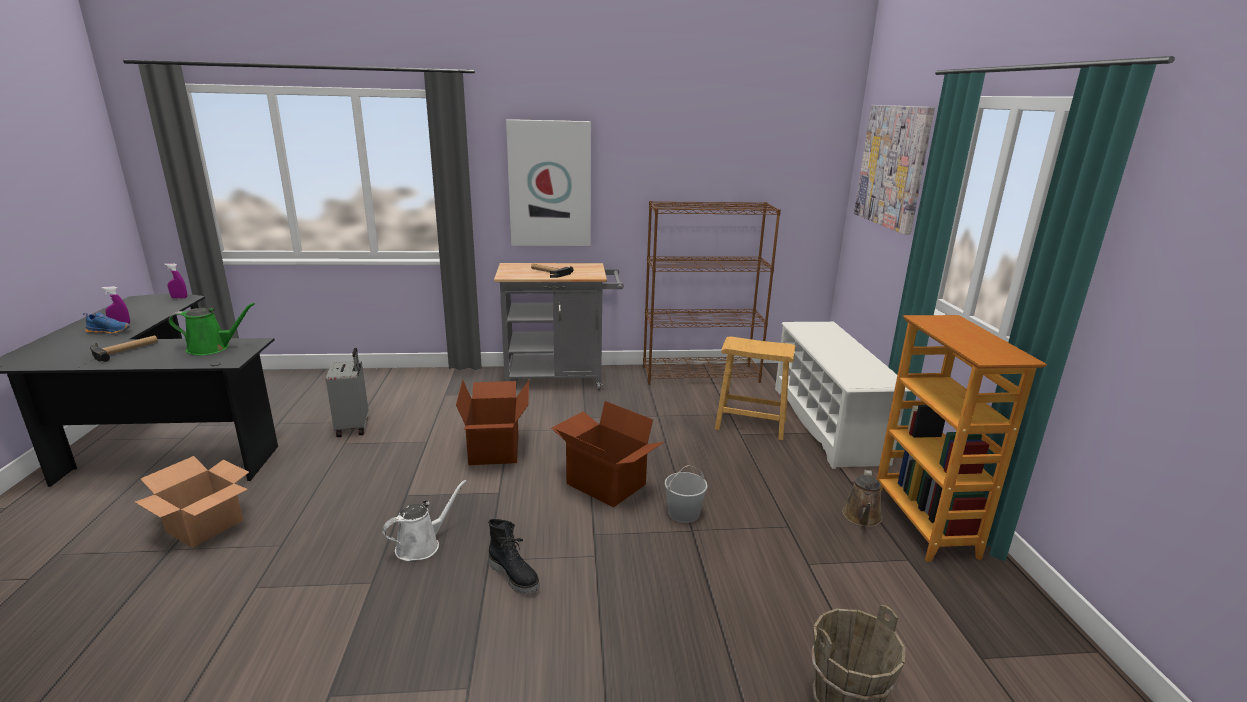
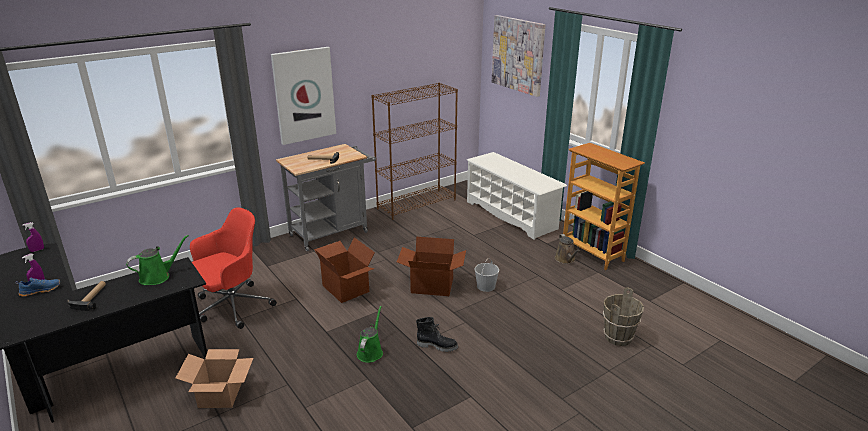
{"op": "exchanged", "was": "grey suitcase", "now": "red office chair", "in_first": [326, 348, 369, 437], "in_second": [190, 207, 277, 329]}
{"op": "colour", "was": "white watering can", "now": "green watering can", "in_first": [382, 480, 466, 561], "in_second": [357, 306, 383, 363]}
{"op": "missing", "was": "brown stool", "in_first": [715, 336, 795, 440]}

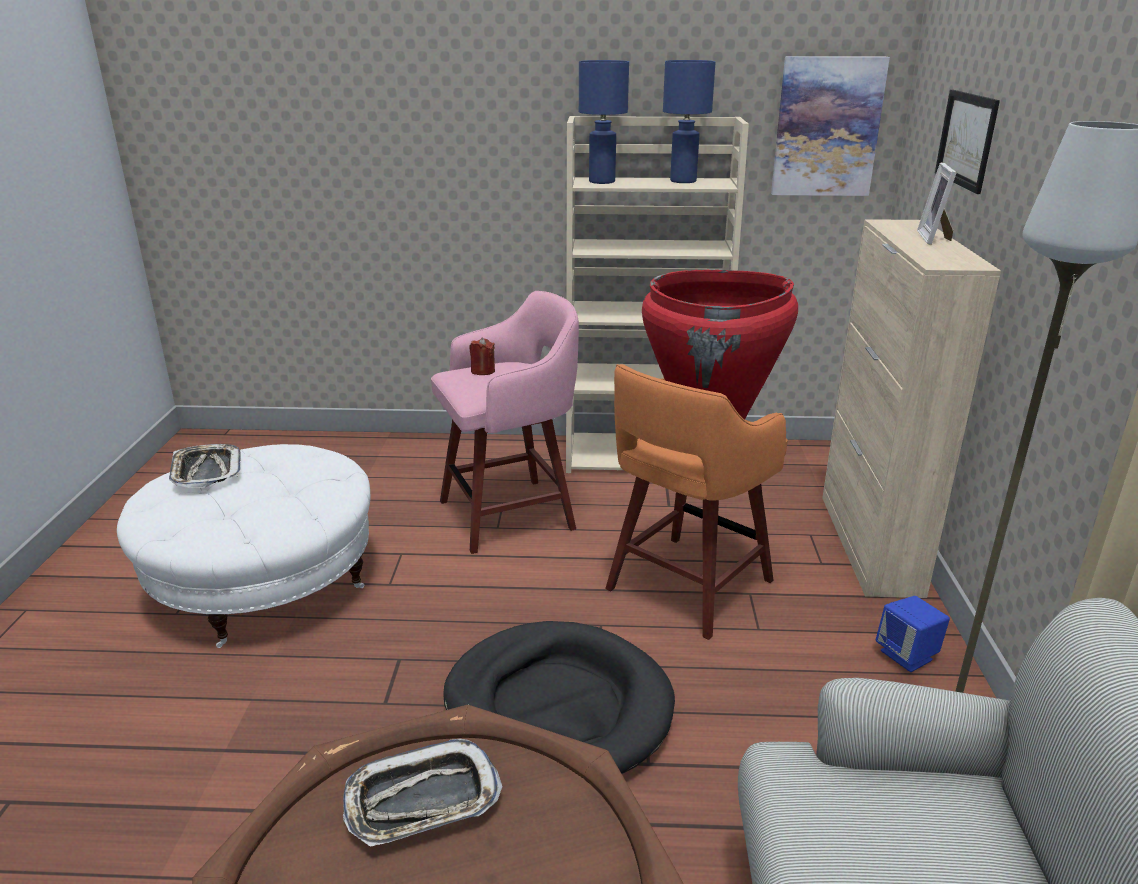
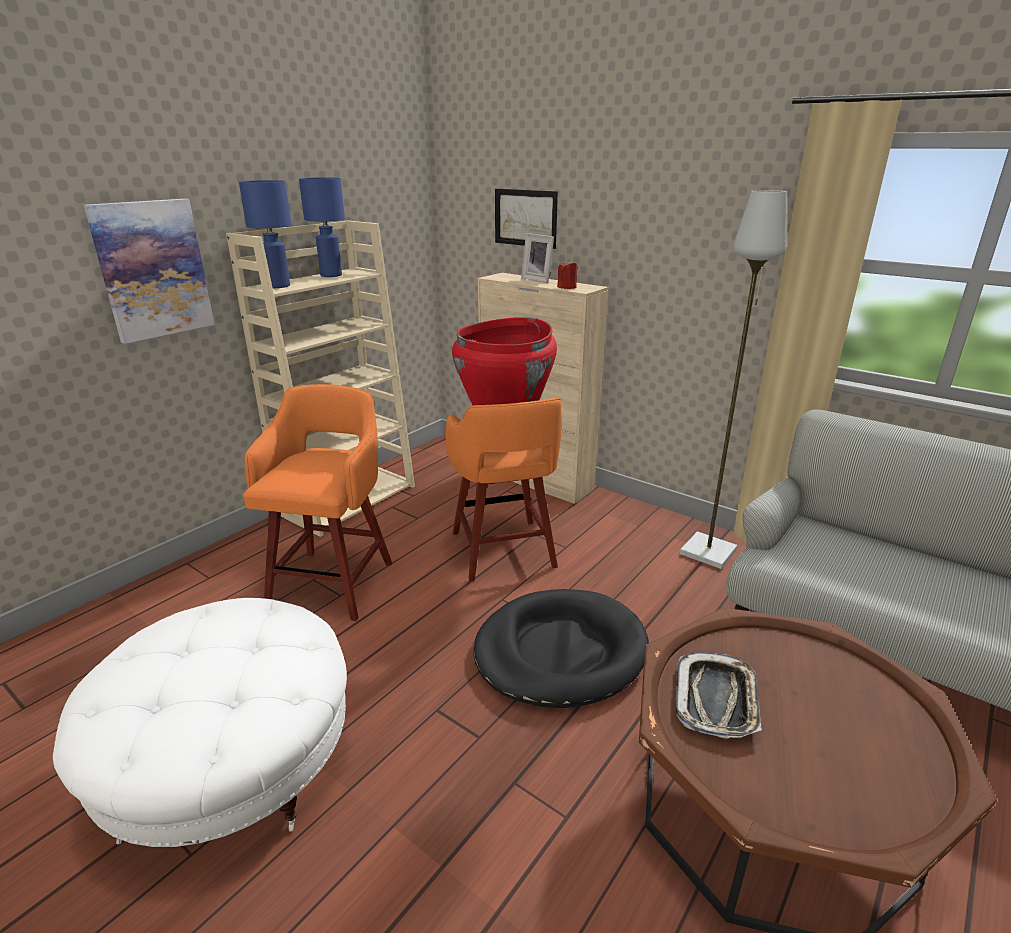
{"op": "relocated", "was": "picture", "in_first": [771, 56, 890, 196], "in_second": [84, 199, 215, 344]}
{"op": "colour", "was": "pink stool", "now": "orange stool", "in_first": [431, 291, 579, 554], "in_second": [243, 384, 392, 621]}
{"op": "relocated", "was": "red candle", "in_first": [469, 338, 495, 375], "in_second": [557, 259, 578, 289]}
{"op": "missing", "was": "tray", "in_first": [169, 444, 241, 488]}
{"op": "missing", "was": "blue speaker", "in_first": [876, 596, 950, 672]}

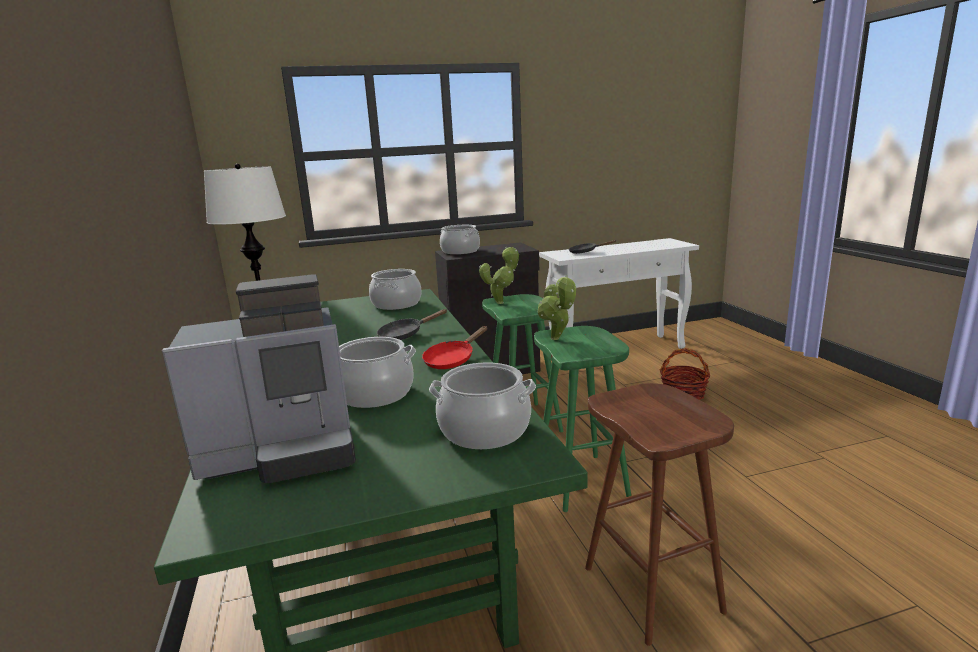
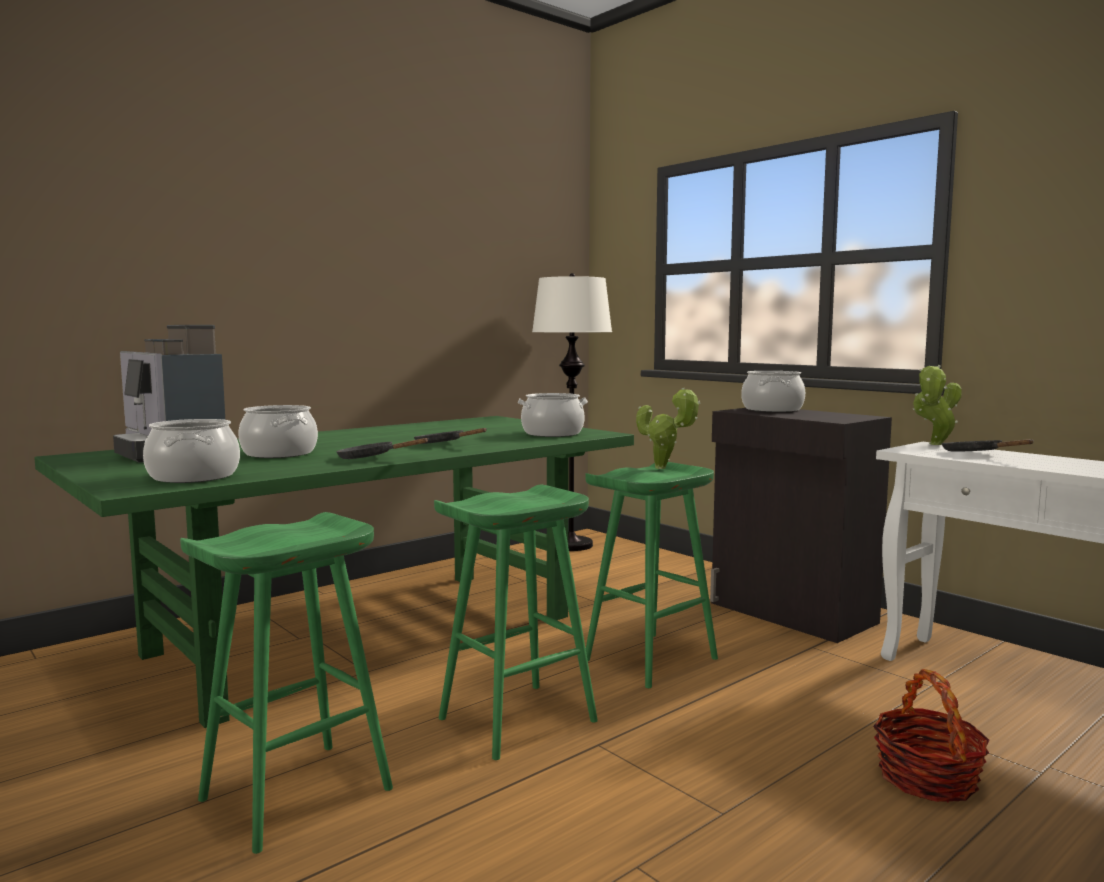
{"op": "colour", "was": "brown stool", "now": "green stool", "in_first": [585, 383, 734, 646], "in_second": [180, 512, 393, 854]}
{"op": "colour", "was": "red frying pan", "now": "black frying pan", "in_first": [422, 326, 487, 369], "in_second": [336, 438, 428, 459]}
{"op": "relocated", "was": "potted plant", "in_first": [537, 275, 576, 340], "in_second": [913, 365, 962, 445]}

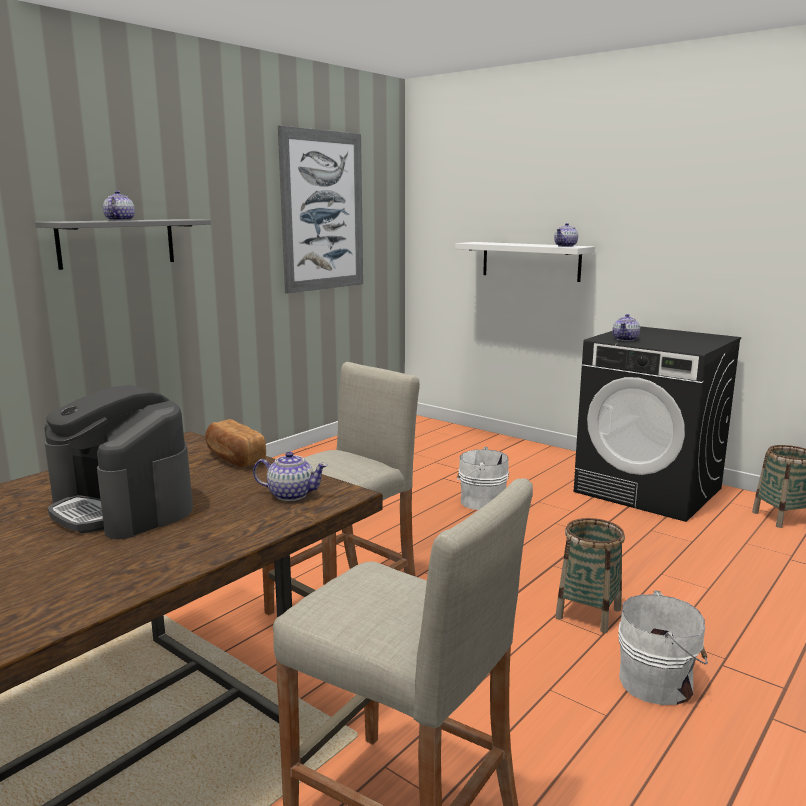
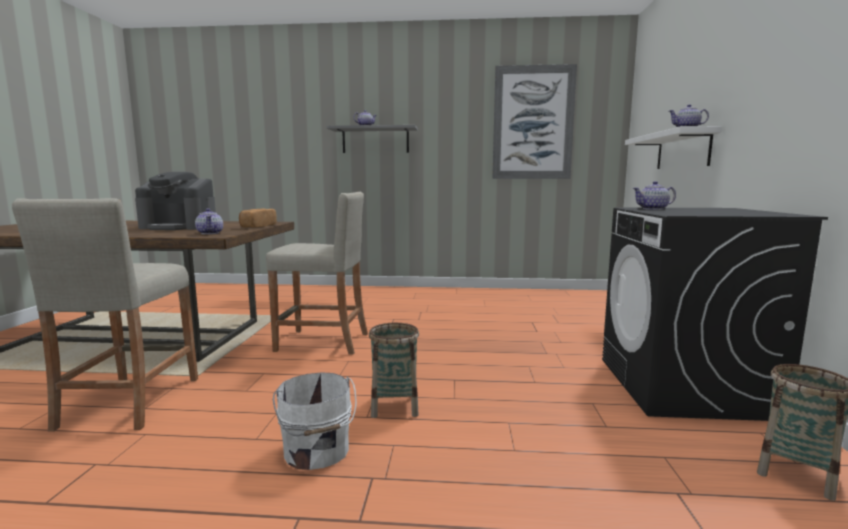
{"op": "spun", "was": "coffee machine", "in_first": [44, 385, 193, 539], "in_second": [135, 172, 216, 230], "clockwise": -90}
{"op": "missing", "was": "white bucket", "in_first": [457, 447, 509, 510]}

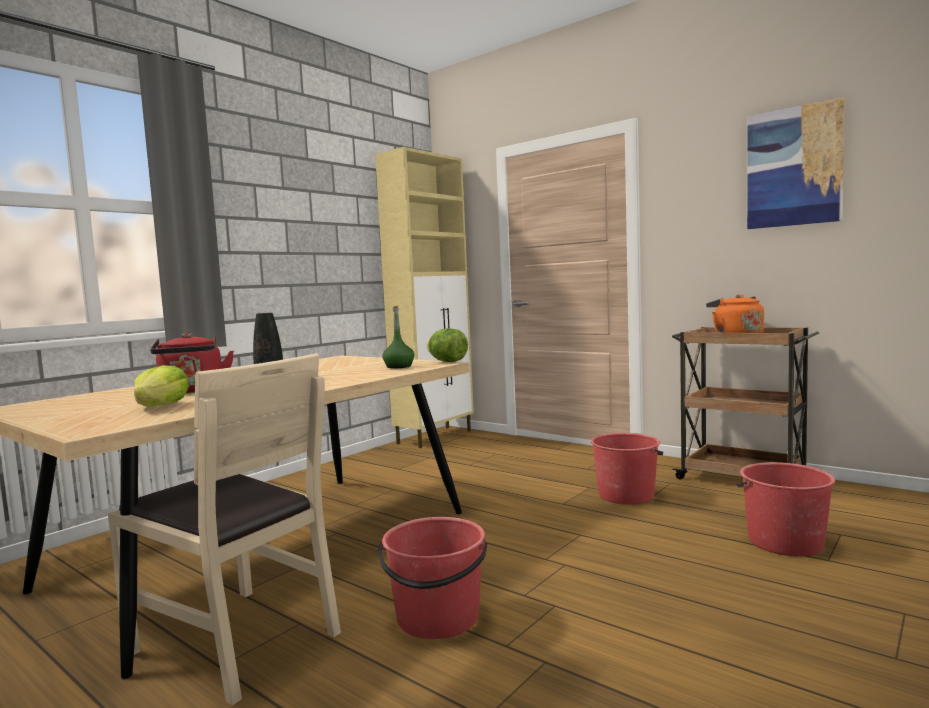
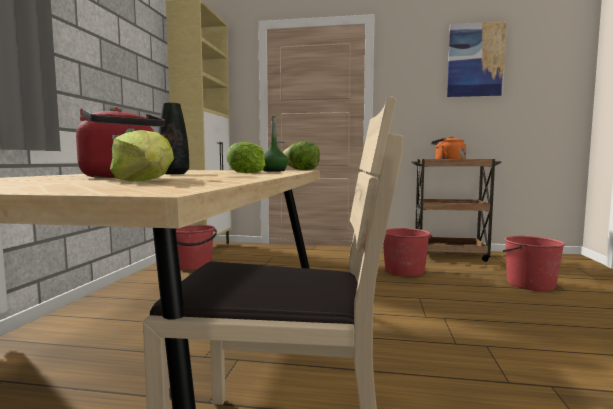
{"op": "relocated", "was": "red bucket", "in_first": [378, 517, 487, 639], "in_second": [176, 225, 217, 270]}
{"op": "appeared", "now": "lettuce", "in_second": [226, 142, 265, 173]}

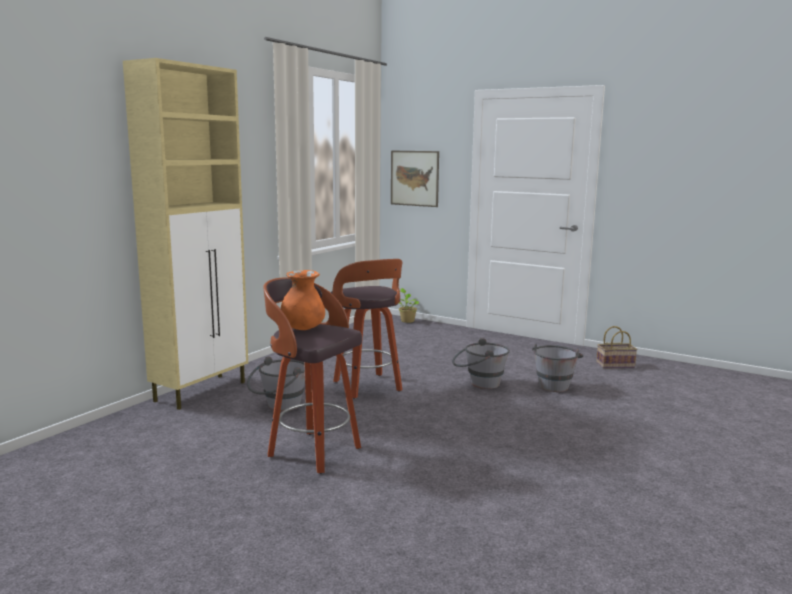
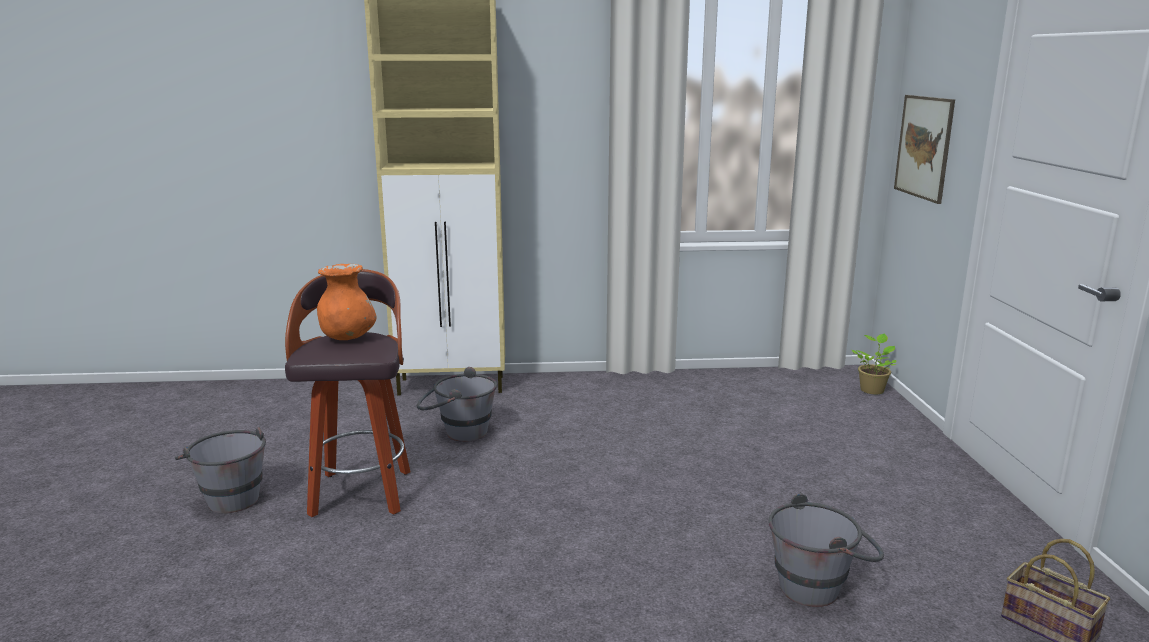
{"op": "relocated", "was": "grey bucket", "in_first": [452, 338, 510, 389], "in_second": [175, 427, 266, 513]}
{"op": "missing", "was": "stool", "in_first": [331, 259, 402, 399]}

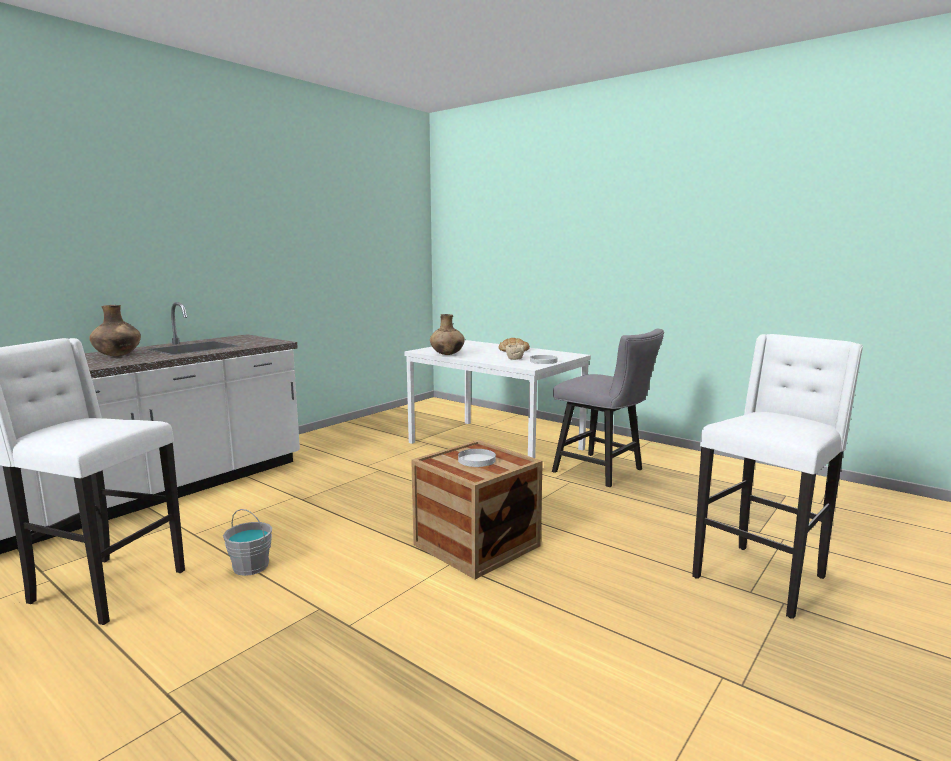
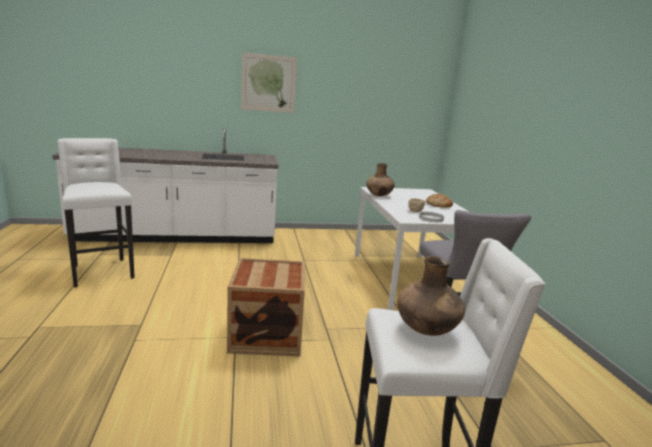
{"op": "appeared", "now": "picture", "in_second": [241, 53, 297, 113]}
{"op": "relocated", "was": "brown vase", "in_first": [89, 305, 141, 356], "in_second": [397, 256, 465, 336]}
{"op": "missing", "was": "grey bucket", "in_first": [223, 509, 272, 576]}
{"op": "missing", "was": "white plate", "in_first": [458, 449, 496, 467]}

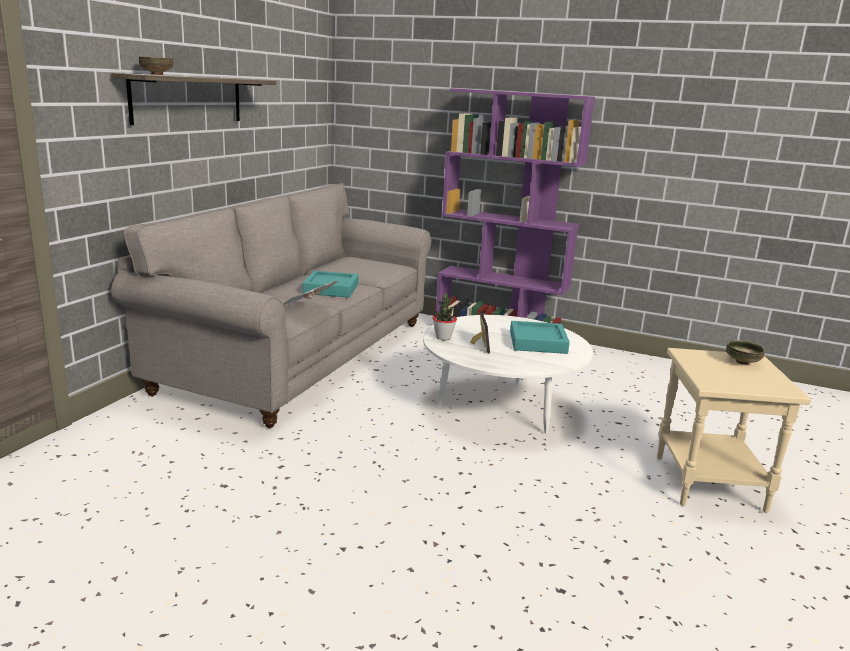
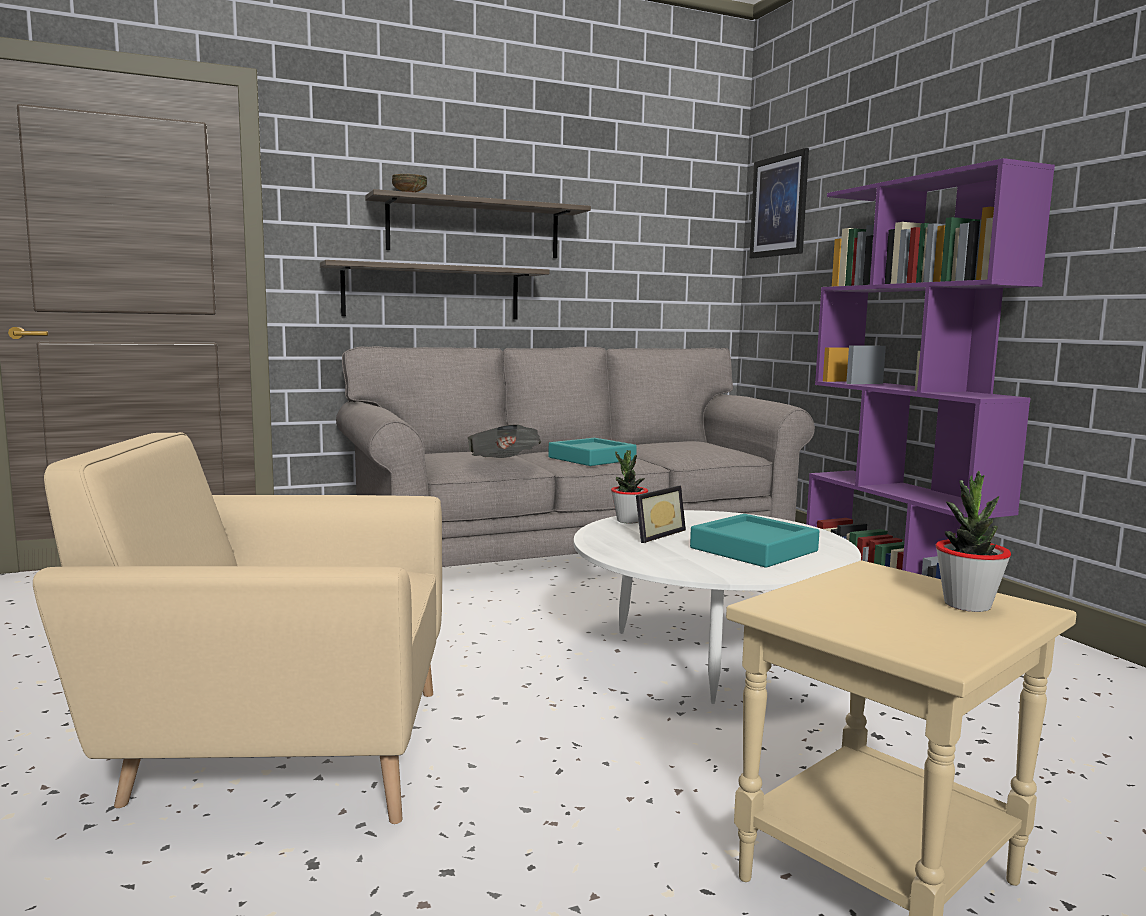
{"op": "appeared", "now": "beige armchair", "in_second": [33, 432, 442, 824]}
{"op": "appeared", "now": "shelf", "in_second": [320, 260, 549, 319]}
{"op": "appeared", "now": "picture", "in_second": [749, 148, 809, 259]}
{"op": "exchanged", "was": "bowl", "now": "potted plant", "in_first": [726, 340, 765, 365], "in_second": [936, 470, 1011, 612]}

